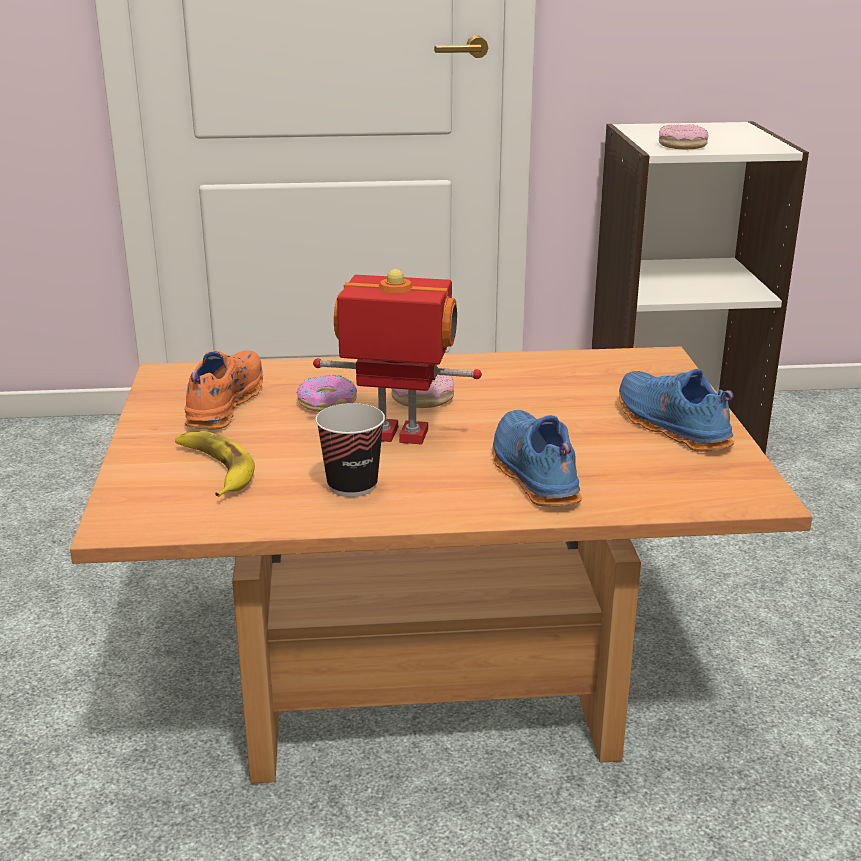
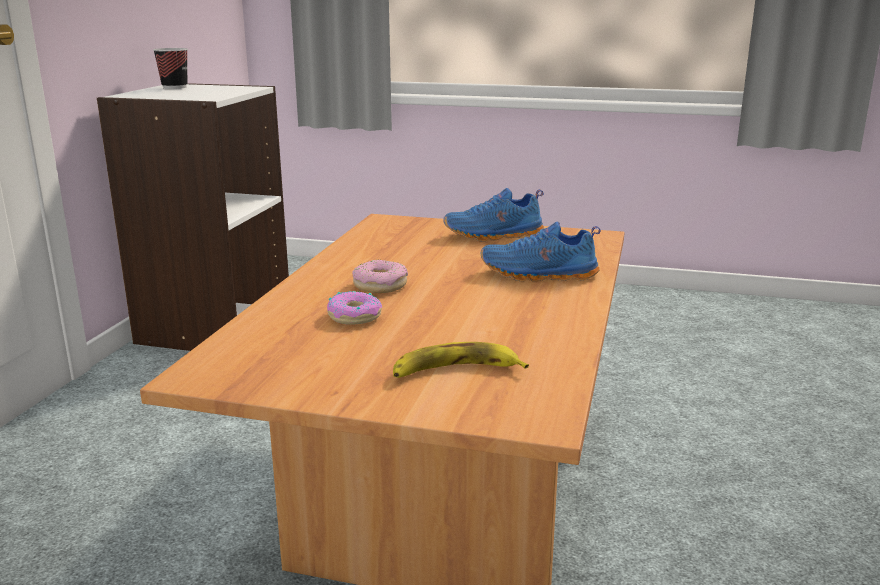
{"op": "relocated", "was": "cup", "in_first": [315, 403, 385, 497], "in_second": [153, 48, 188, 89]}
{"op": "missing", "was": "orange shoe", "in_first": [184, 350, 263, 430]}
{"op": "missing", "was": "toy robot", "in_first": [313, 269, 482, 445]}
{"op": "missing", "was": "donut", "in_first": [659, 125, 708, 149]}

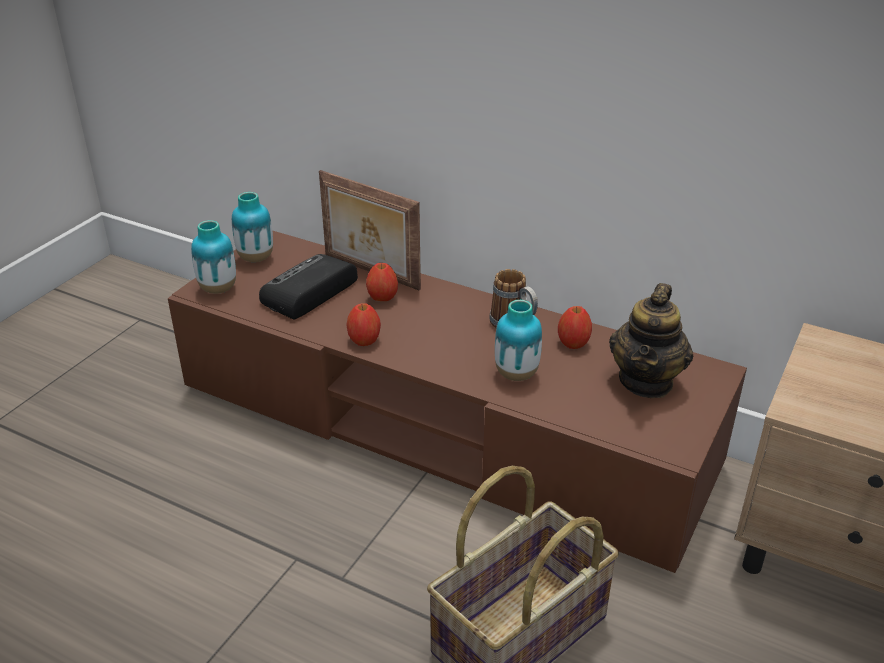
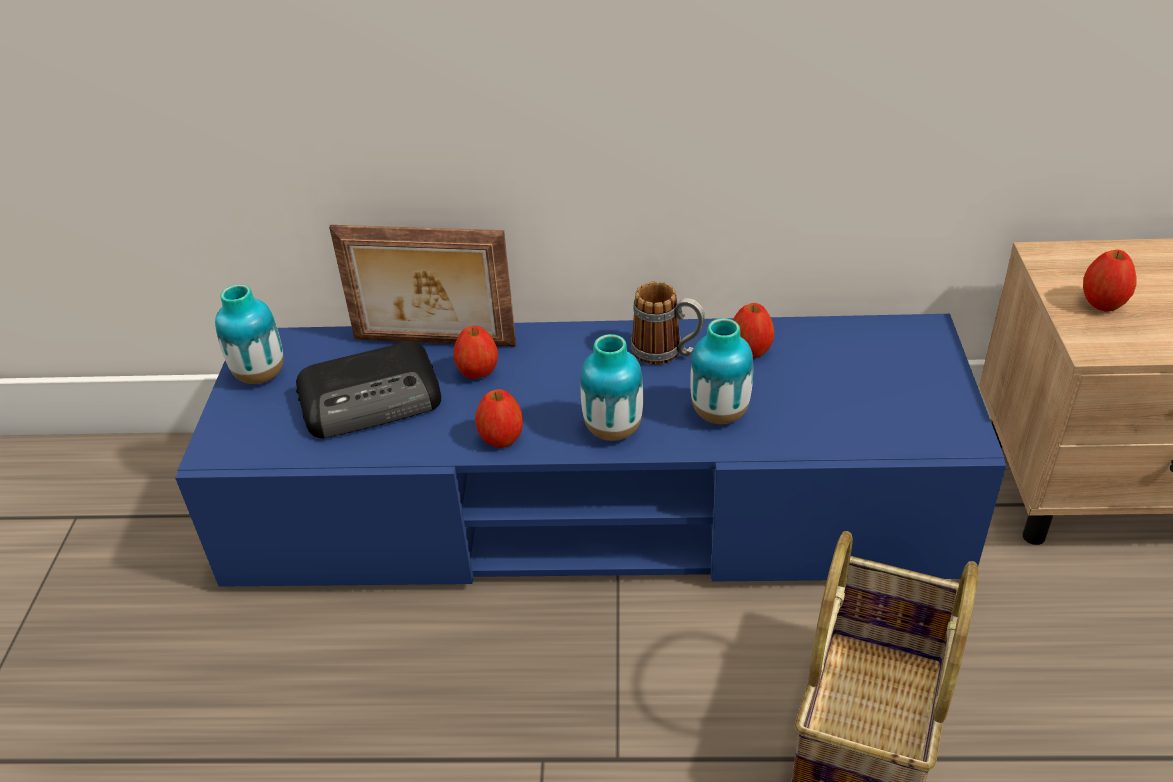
{"op": "colour", "was": "brown tv stand", "now": "blue tv stand", "in_first": [168, 230, 747, 573], "in_second": [175, 314, 1006, 587]}
{"op": "spun", "was": "radio", "in_first": [259, 254, 358, 320], "in_second": [296, 342, 441, 438], "clockwise": -120}
{"op": "relocated", "was": "vase", "in_first": [191, 220, 236, 294], "in_second": [580, 334, 643, 441]}
{"op": "appeared", "now": "apple", "in_second": [1083, 250, 1137, 312]}
{"op": "missing", "was": "teapot", "in_first": [609, 283, 693, 398]}

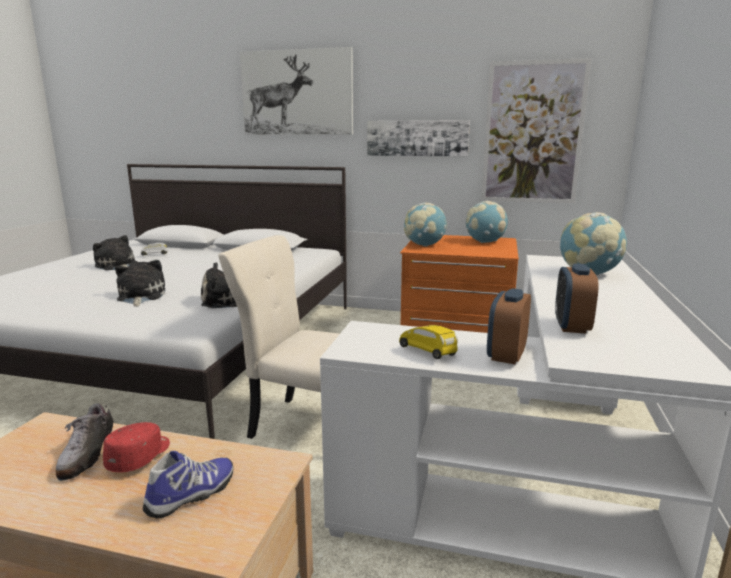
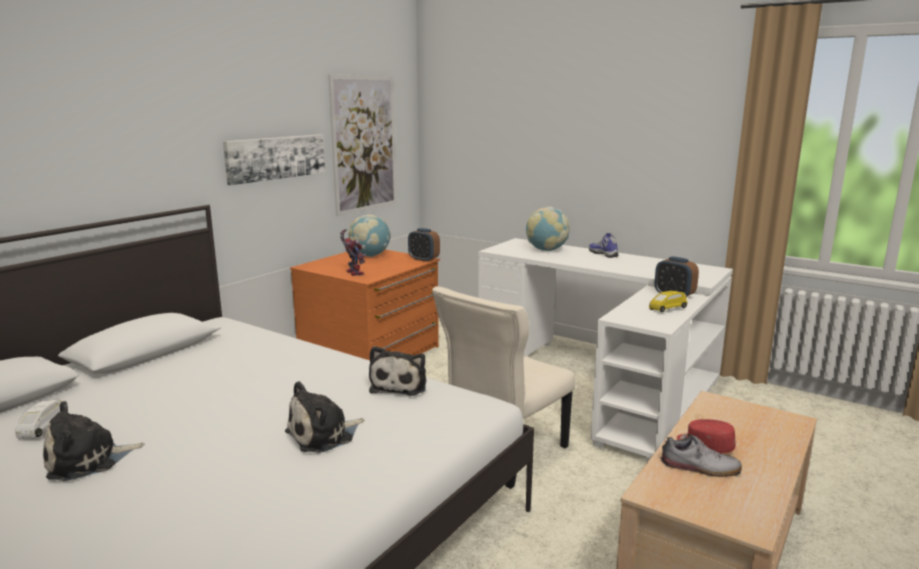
{"op": "spun", "was": "plush toy", "in_first": [115, 260, 165, 307], "in_second": [285, 381, 364, 453], "clockwise": -45}
{"op": "exchanged", "was": "globe", "now": "toy robot", "in_first": [404, 203, 447, 246], "in_second": [340, 229, 366, 276]}
{"op": "relocated", "was": "alarm clock", "in_first": [555, 264, 598, 334], "in_second": [408, 228, 440, 262]}
{"op": "relocated", "was": "shoe", "in_first": [143, 451, 233, 519], "in_second": [589, 233, 618, 258]}
{"op": "missing", "was": "picture", "in_first": [240, 47, 353, 135]}

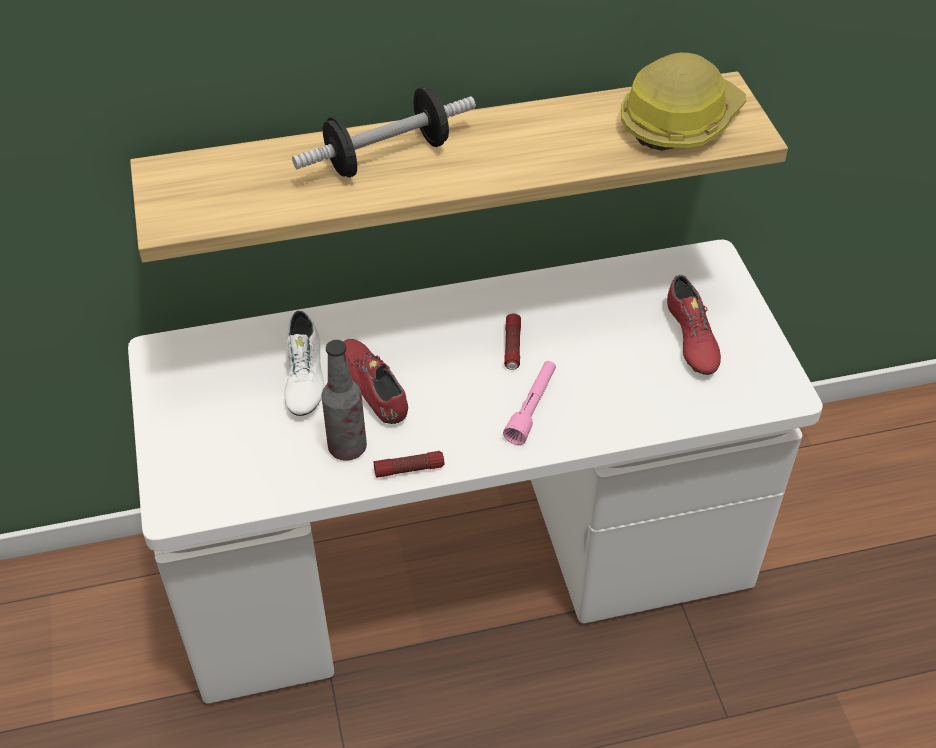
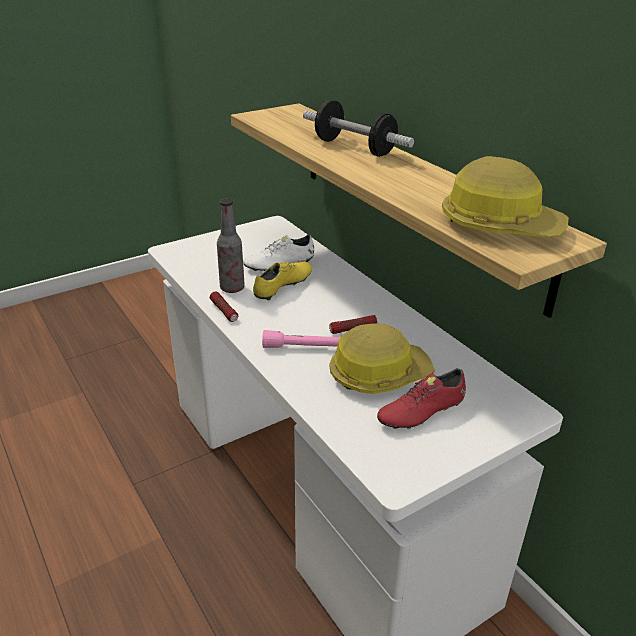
{"op": "colour", "was": "red shoe", "now": "yellow shoe", "in_first": [343, 339, 408, 424], "in_second": [253, 262, 312, 300]}
{"op": "appeared", "now": "hard hat", "in_second": [329, 323, 435, 394]}

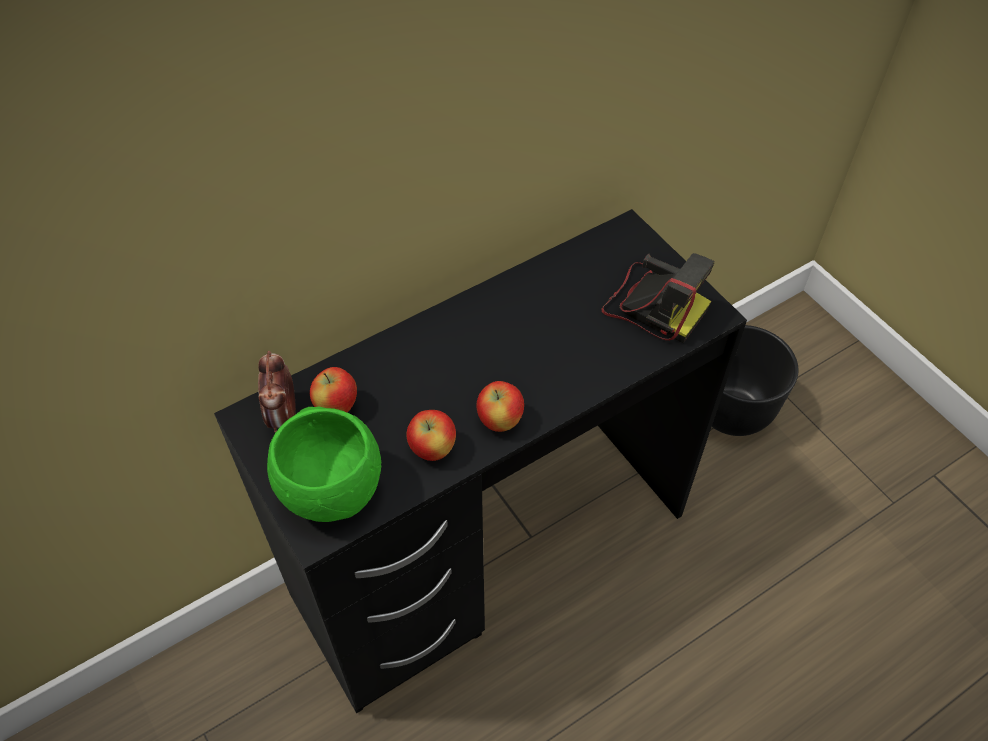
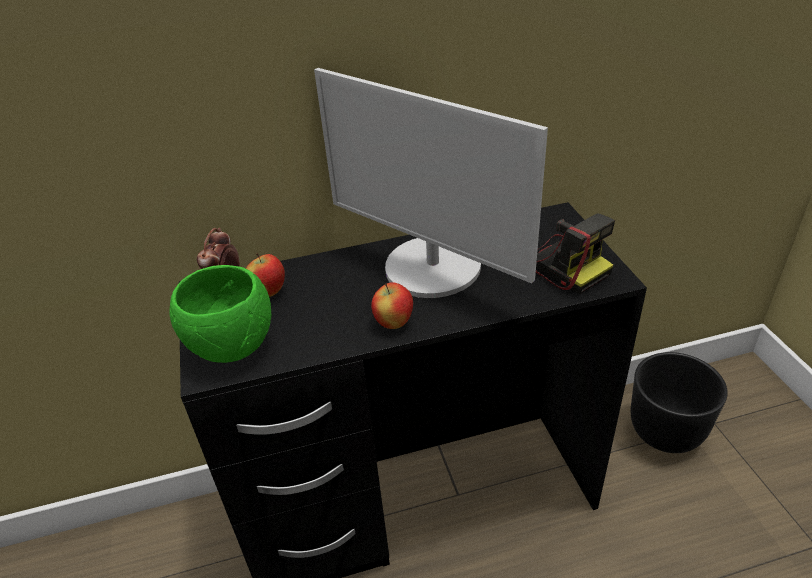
{"op": "appeared", "now": "monitor", "in_second": [314, 68, 548, 298]}
{"op": "missing", "was": "apple", "in_first": [407, 410, 456, 461]}

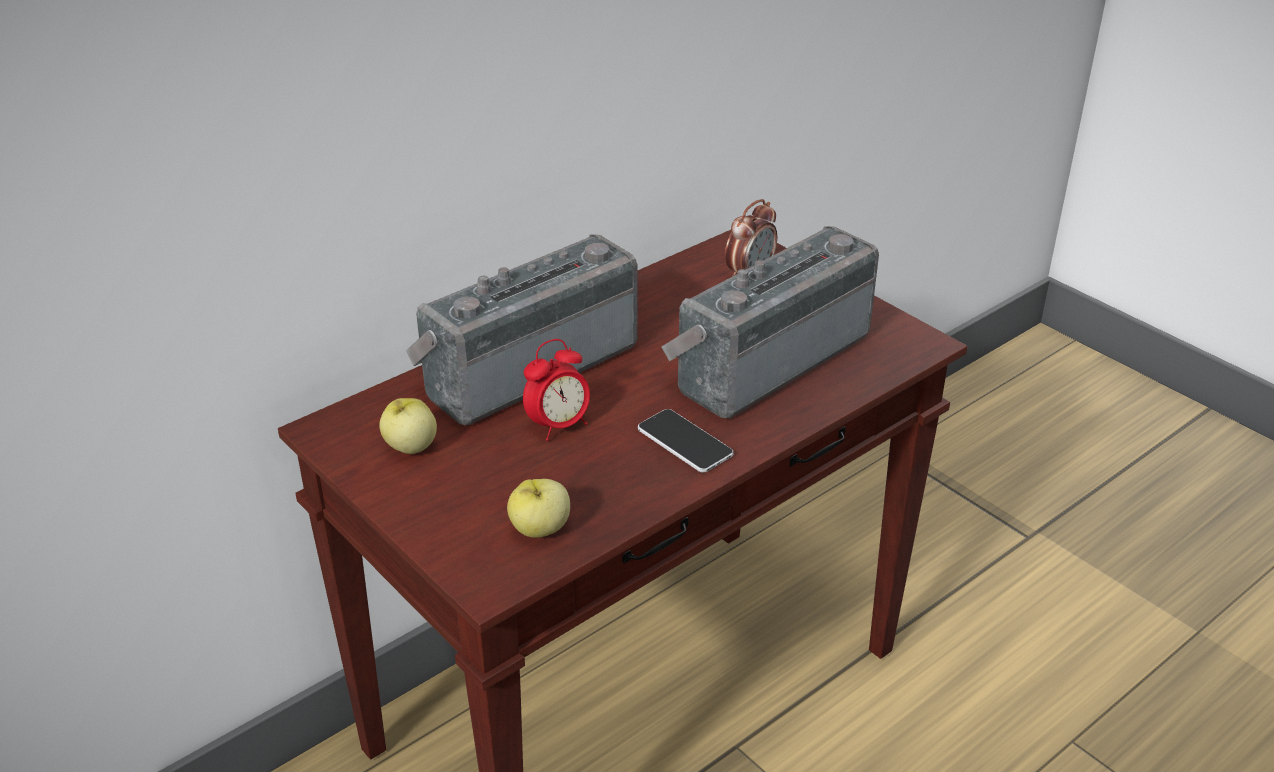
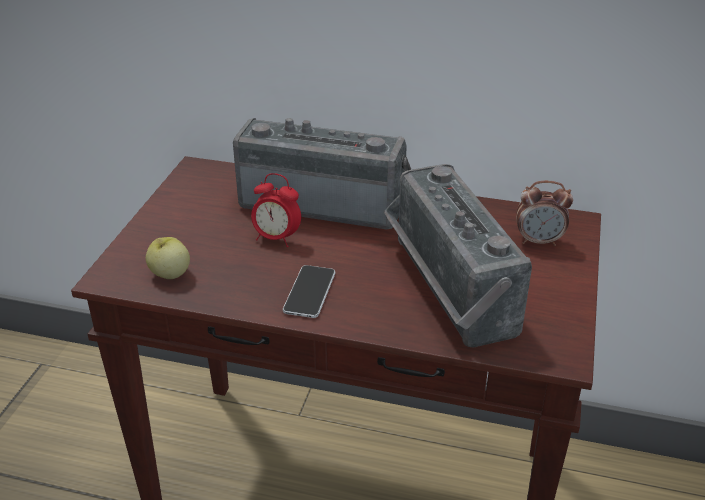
{"op": "spun", "was": "radio", "in_first": [661, 226, 879, 418], "in_second": [384, 164, 532, 348], "clockwise": -120}
{"op": "missing", "was": "apple", "in_first": [379, 398, 437, 454]}

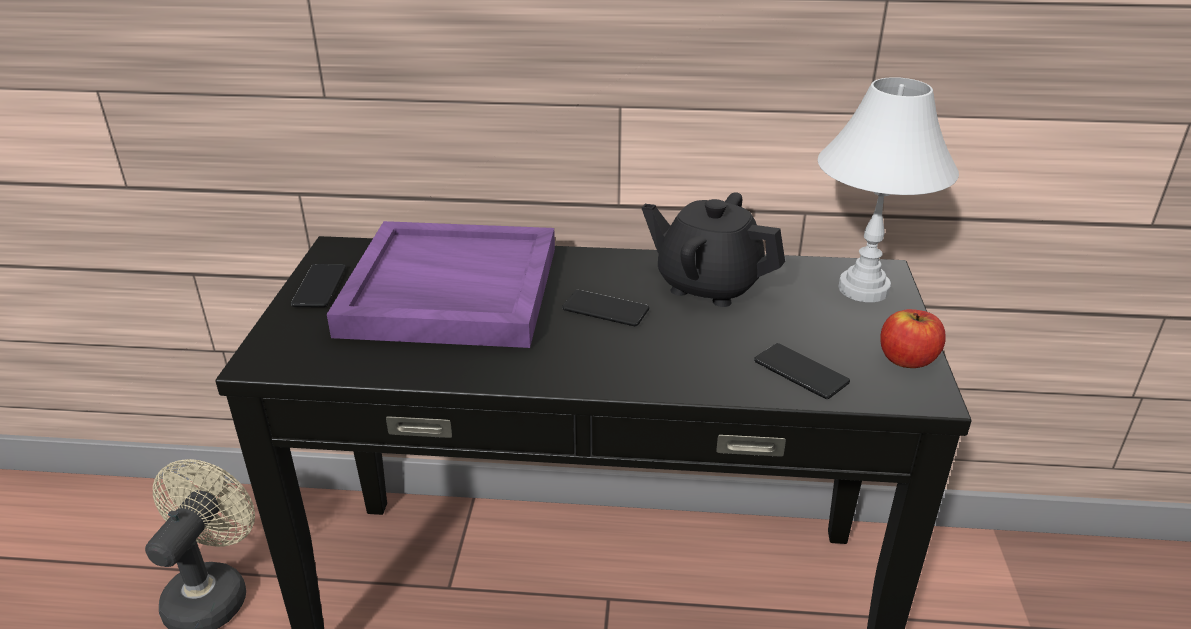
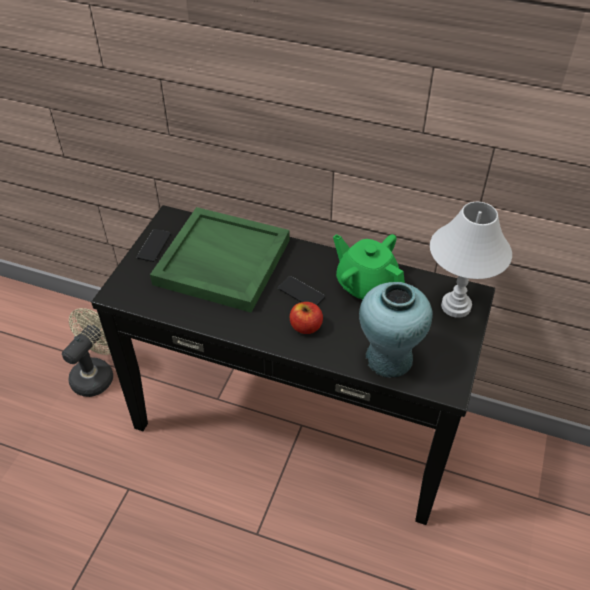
{"op": "colour", "was": "purple tray", "now": "green tray", "in_first": [327, 221, 555, 348], "in_second": [150, 207, 290, 313]}
{"op": "relocated", "was": "apple", "in_first": [880, 309, 946, 368], "in_second": [290, 302, 323, 334]}
{"op": "colour", "was": "black teapot", "now": "green teapot", "in_first": [642, 192, 785, 307], "in_second": [333, 234, 405, 300]}
{"op": "exchanged", "was": "phone", "now": "turquoise vase", "in_first": [754, 343, 850, 399], "in_second": [359, 282, 433, 378]}

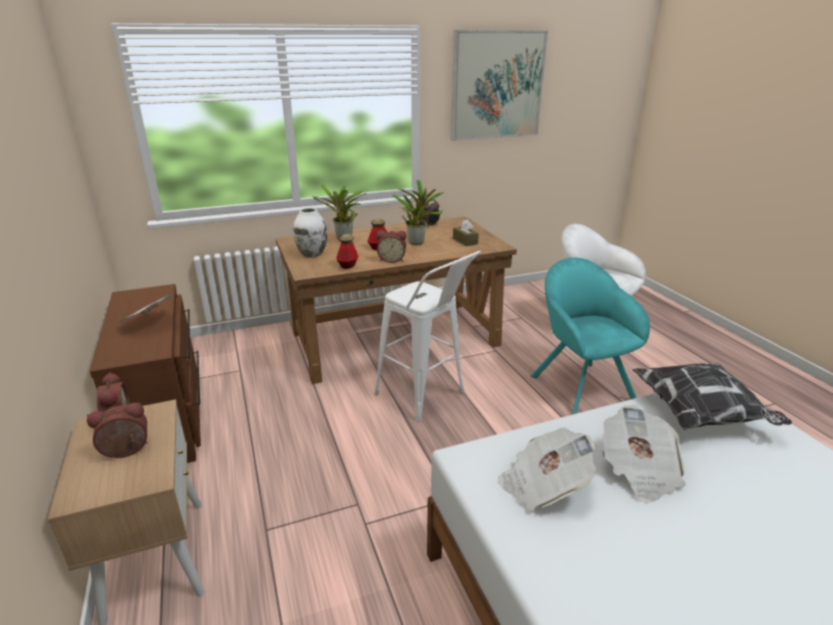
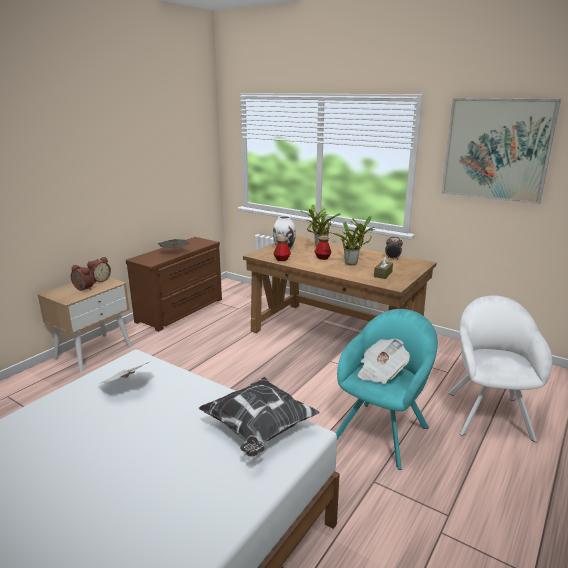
{"op": "relocated", "was": "newspaper", "in_first": [602, 405, 686, 504], "in_second": [358, 339, 410, 384]}
{"op": "missing", "was": "white stool", "in_first": [374, 251, 481, 422]}
{"op": "missing", "was": "alarm clock", "in_first": [376, 230, 406, 263]}

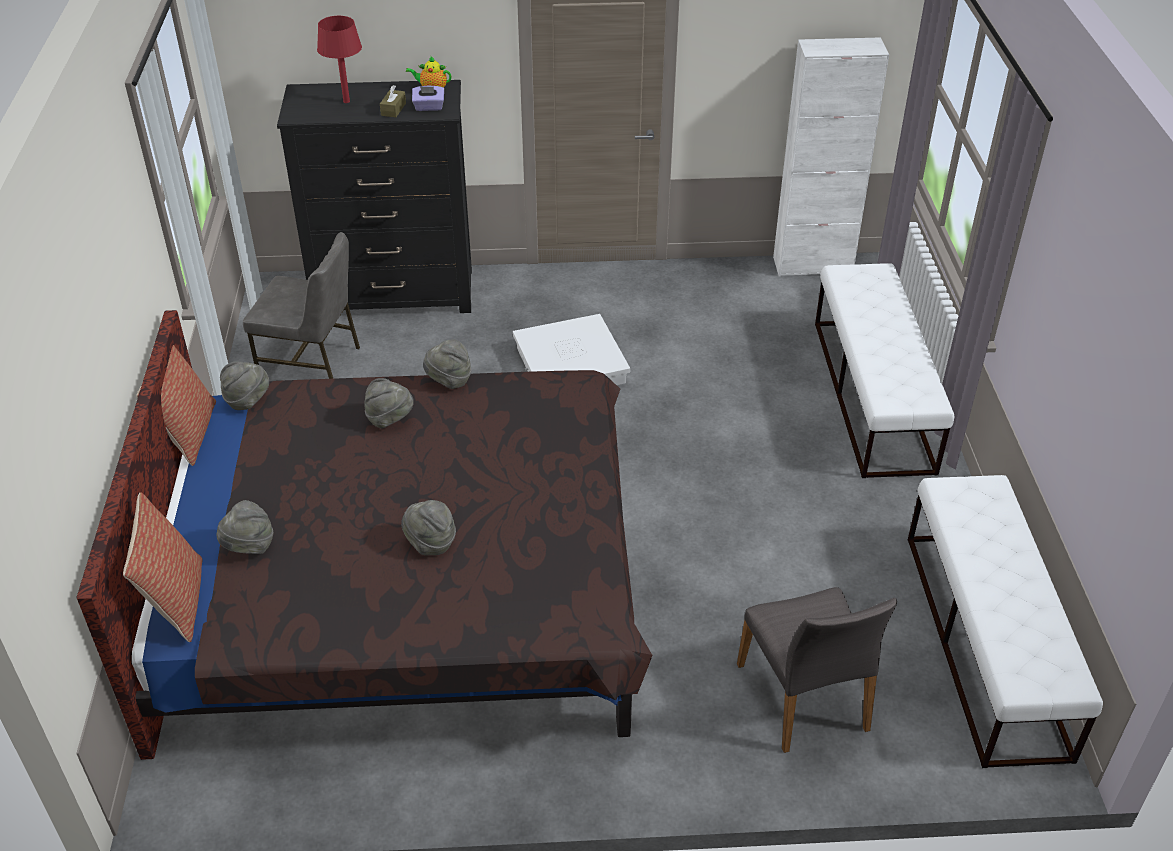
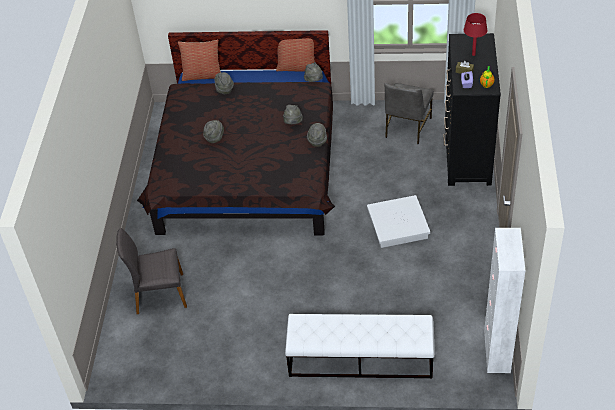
{"op": "missing", "was": "white bench", "in_first": [908, 475, 1103, 768]}

